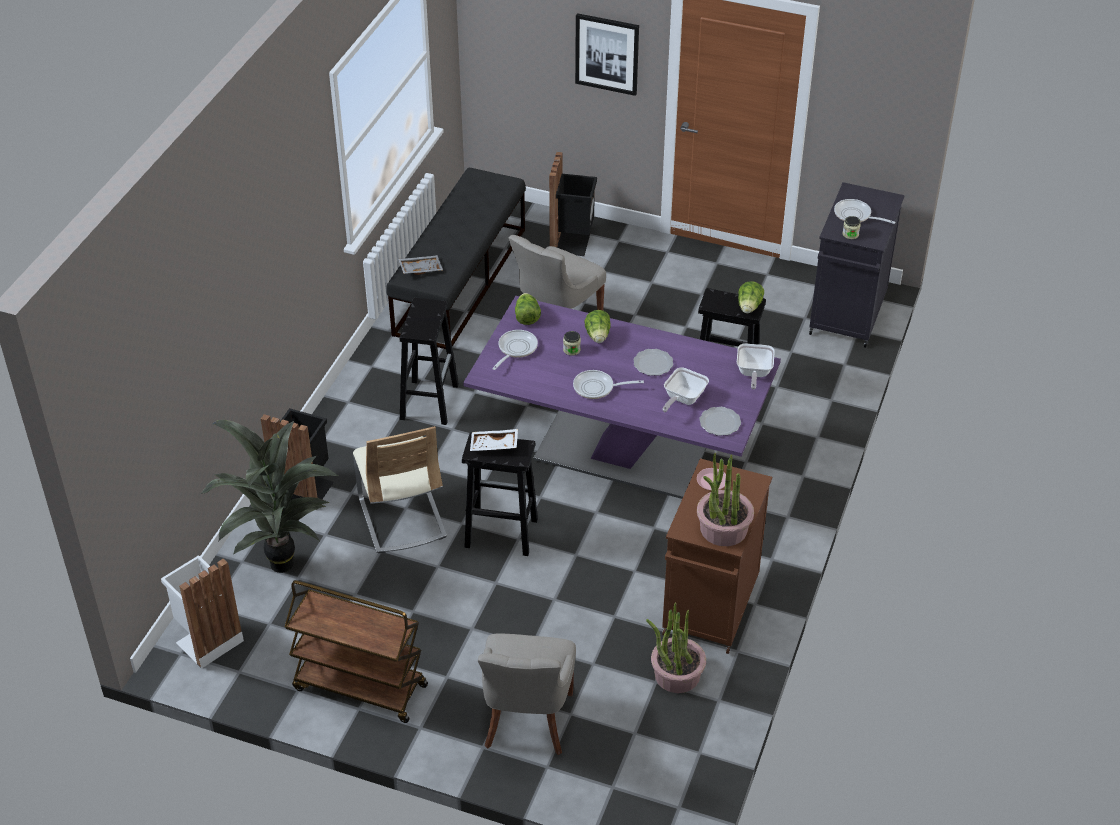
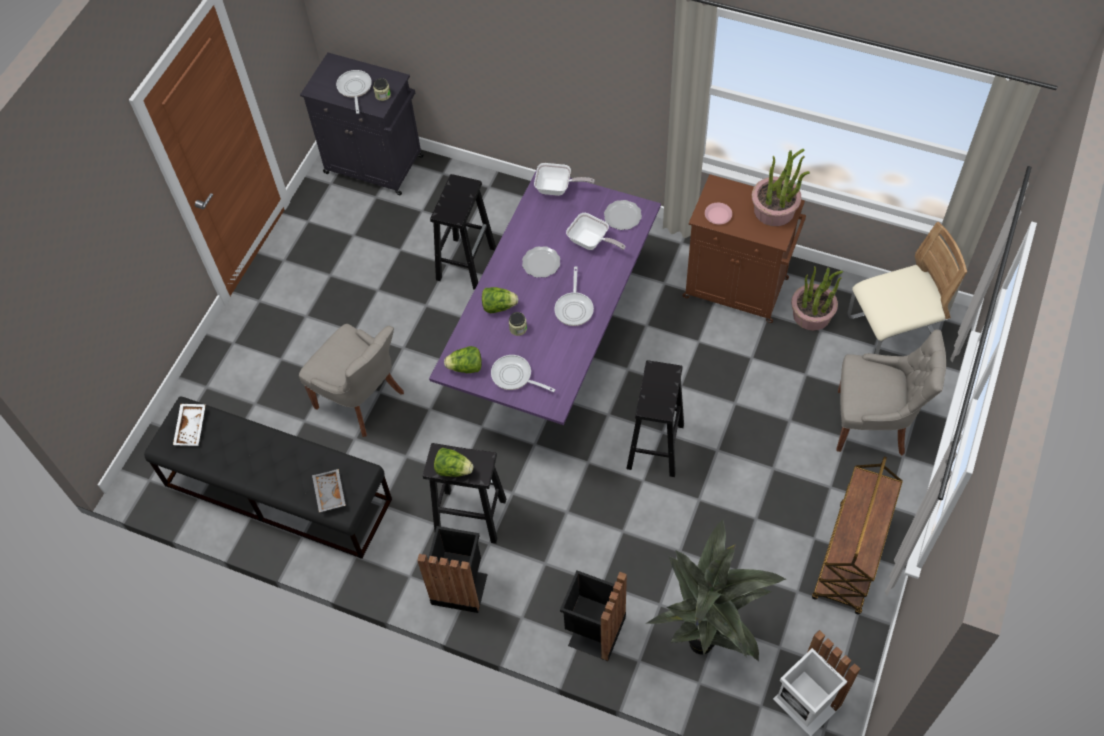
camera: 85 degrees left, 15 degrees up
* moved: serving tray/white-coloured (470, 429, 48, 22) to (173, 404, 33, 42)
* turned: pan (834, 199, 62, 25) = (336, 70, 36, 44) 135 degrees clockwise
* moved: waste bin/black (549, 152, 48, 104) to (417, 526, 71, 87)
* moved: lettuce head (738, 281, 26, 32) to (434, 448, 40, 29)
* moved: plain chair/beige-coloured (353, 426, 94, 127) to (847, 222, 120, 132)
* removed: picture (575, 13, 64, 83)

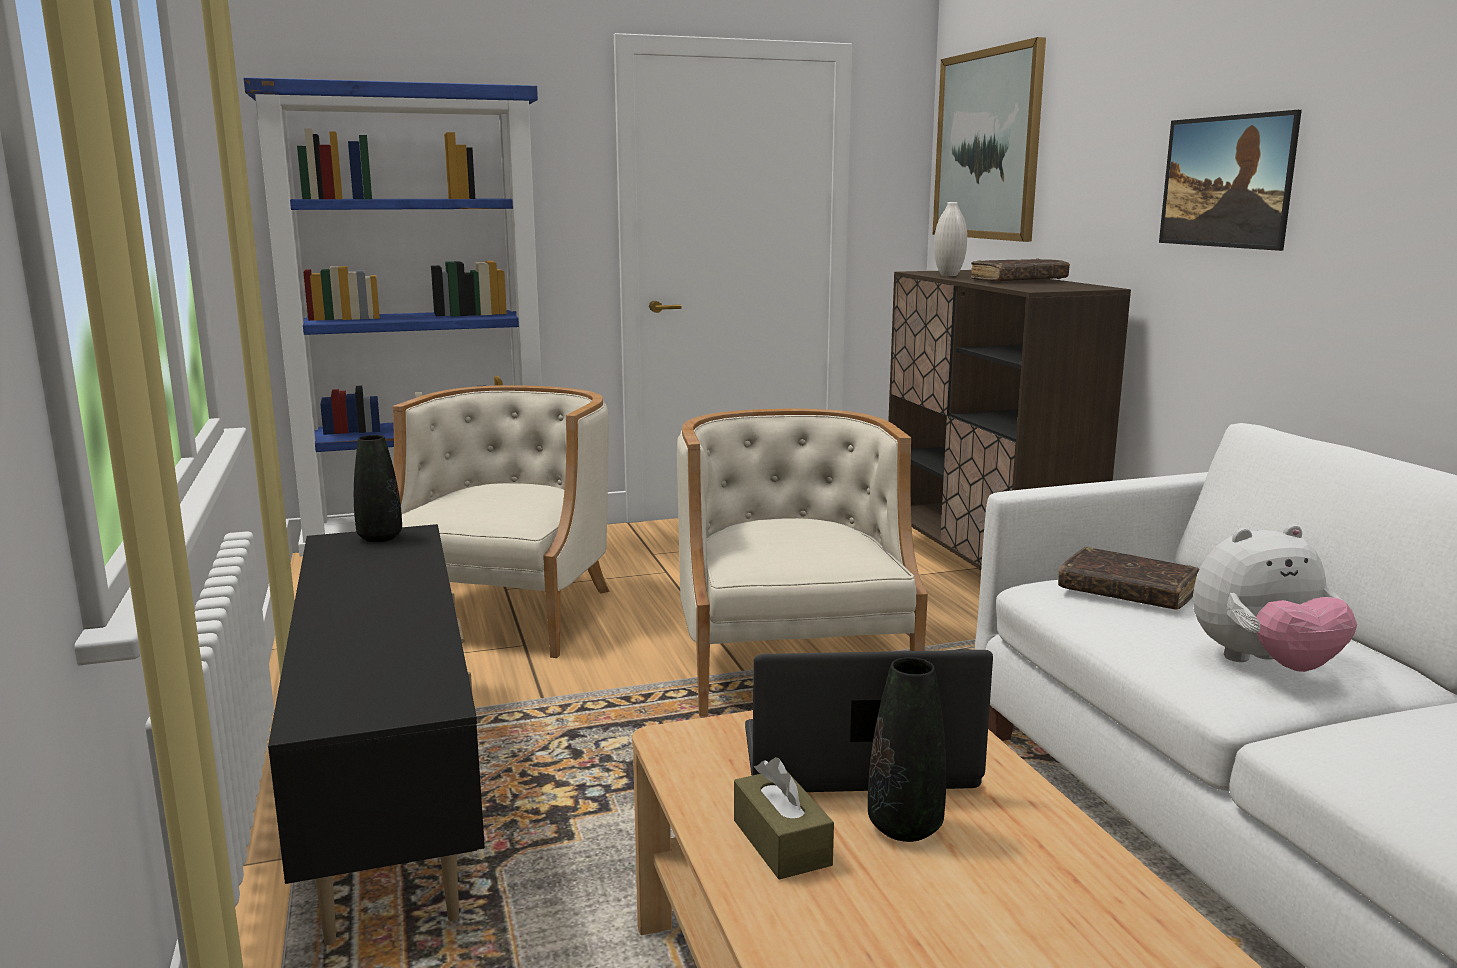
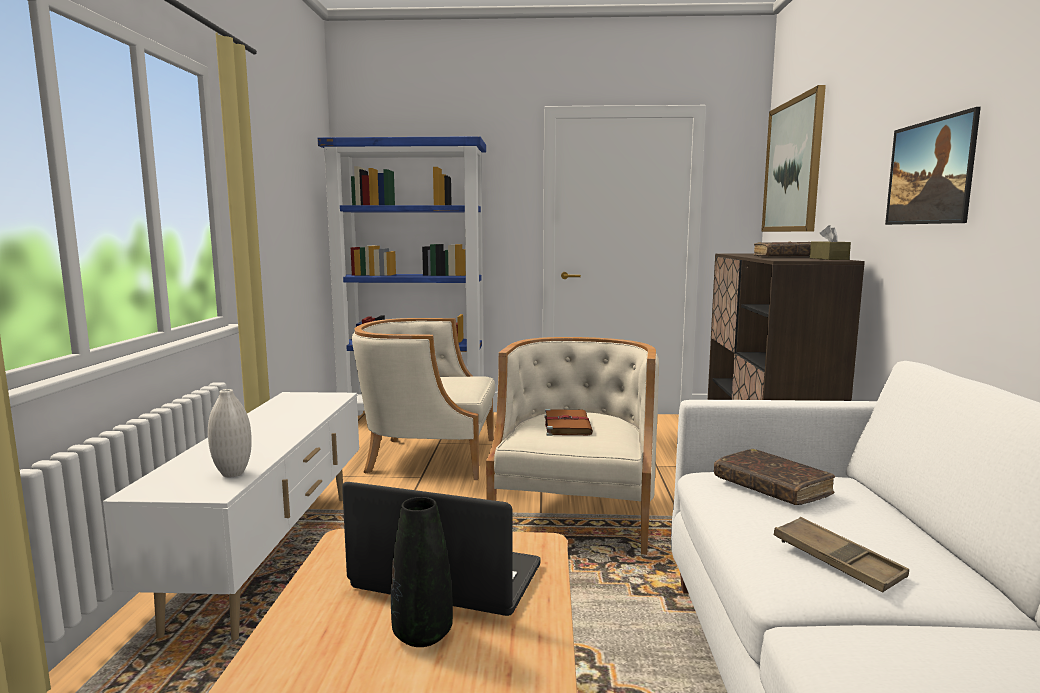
camera: 20 degrees right, 5 degrees down
* recoloured: tv stand/black (268, 524, 217, 421) to tv stand/white-coloured (103, 392, 256, 248)
* moved: flower vase/white-coloured (934, 202, 33, 74) to (208, 389, 44, 88)
* turned: easy chair/beige-coloured (393, 385, 217, 273) = (352, 318, 143, 162) 120 degrees counterclockwise
* added: bound book/brown (544, 409, 49, 27)
* replaced: cuddly toy (1193, 524, 164, 148) to serving tray/brown (774, 517, 135, 75)
* moved: tissue holder/brown (734, 757, 100, 123) to (810, 225, 41, 35)
* removed: flower vase/black (354, 435, 48, 107)

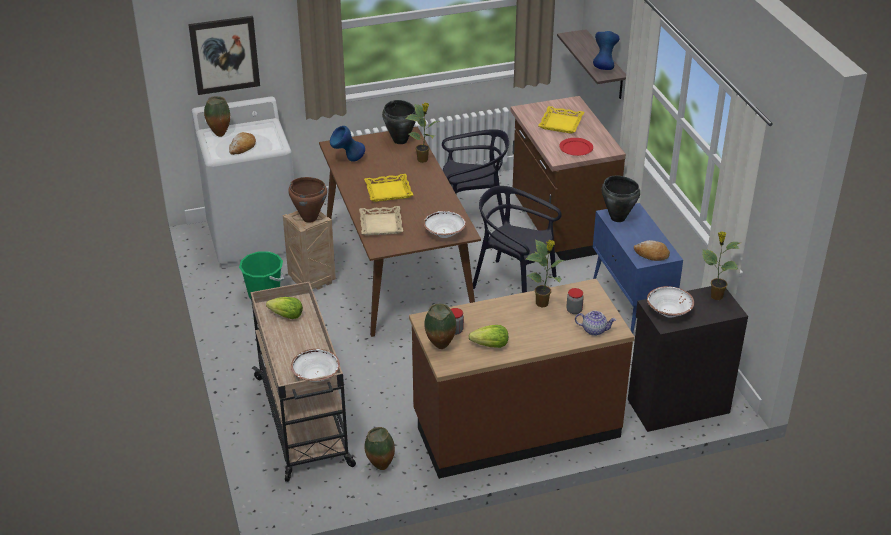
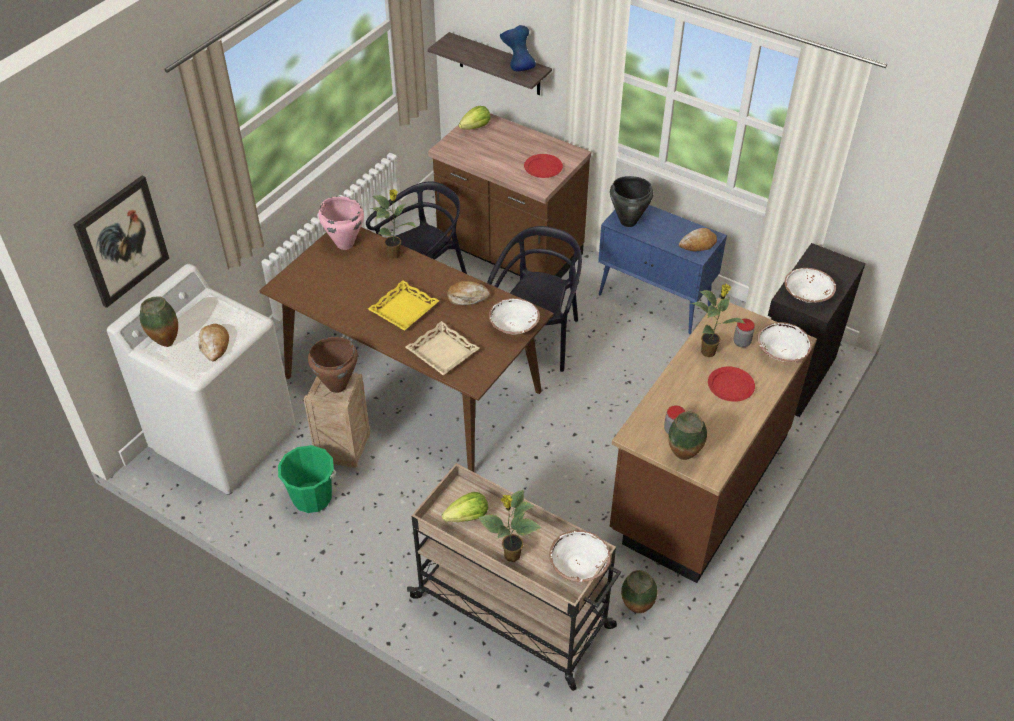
camera: 40 degrees left, 10 degrees up
* recoloured: stockpot/black (382, 100, 34, 44) to stockpot/pink-coloured (318, 196, 46, 54)
* added: bakery bread (447, 281, 43, 24)
* moved: lettuce head (468, 325, 40, 23) to (459, 106, 31, 24)
* moved: potted plant (702, 232, 38, 68) to (478, 489, 64, 73)
* turned: plain chair/black (473, 186, 89, 107) = (487, 226, 95, 146) 120 degrees clockwise
* added: plate/reddish (708, 366, 47, 36)
* replaced: tea pot (575, 311, 41, 25) to deep dish/white-coloured (757, 322, 55, 40)
* removed: flower vase/bluish (330, 126, 35, 36)
* removed: serving tray/yellow (538, 106, 46, 28)

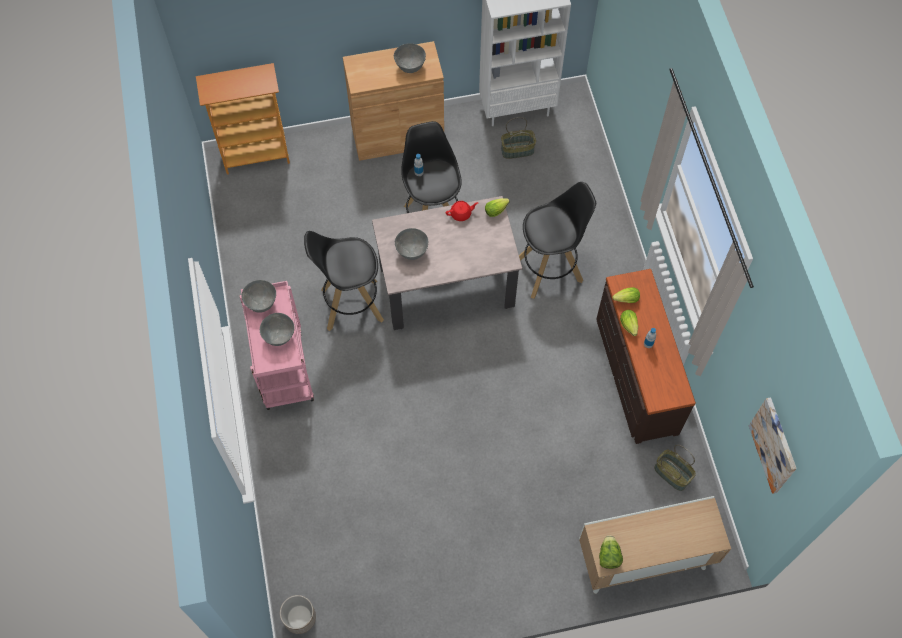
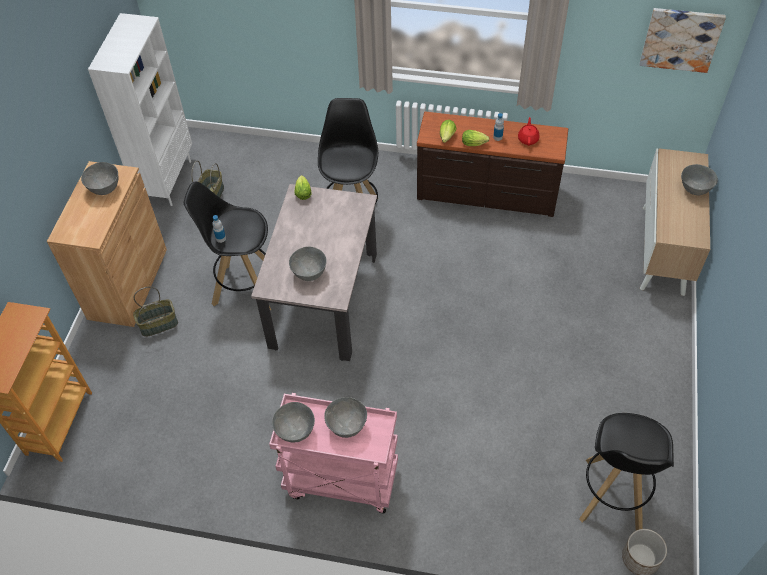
camera: 65 degrees left, 10 degrees down
* moved: household basket (654, 444, 42, 47) to (133, 287, 45, 50)
* moved: tea pot/reddish (446, 201, 32, 20) to (518, 117, 22, 29)
* moved: stool/black (304, 231, 80, 100) to (579, 413, 95, 117)
* added: deep dish/grey (681, 164, 37, 31)
* removed: lettuce head (599, 536, 24, 33)

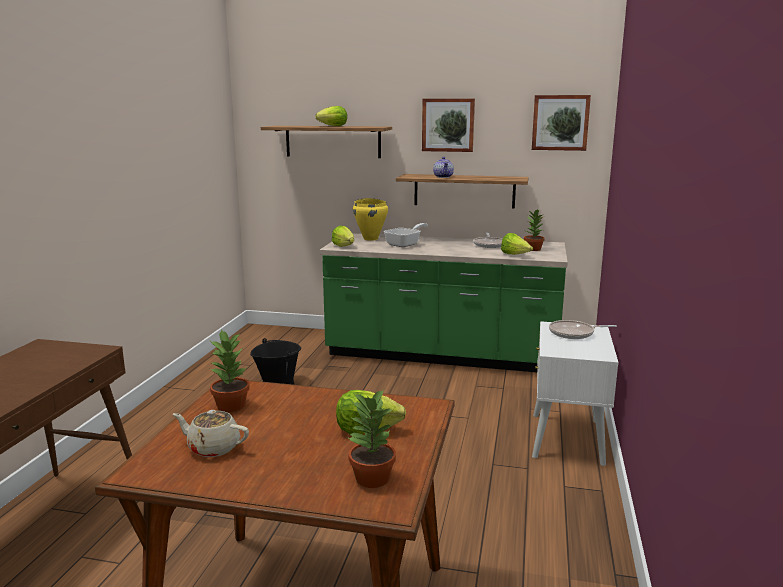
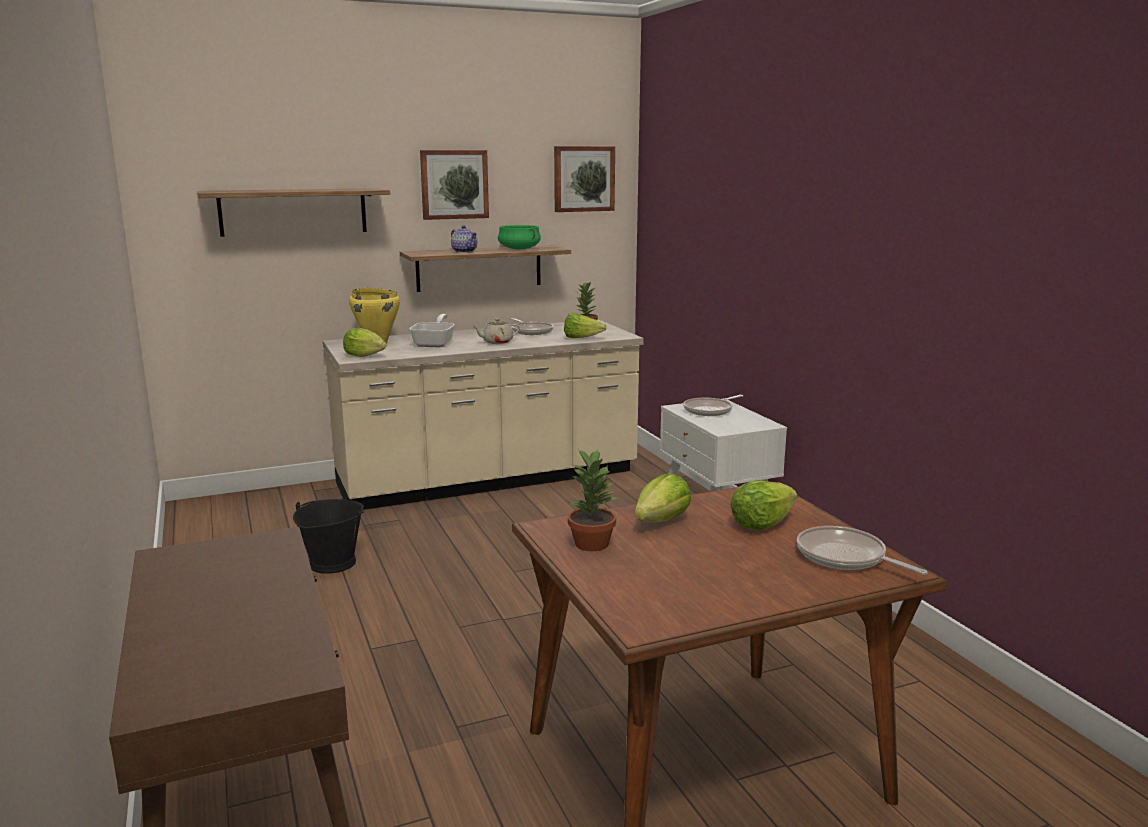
camera: 35 degrees left, 0 degrees up
* recoloured: kitchen counter/green-coloured (320, 233, 248, 139) to kitchen counter/beige-coloured (323, 320, 321, 190)
* moved: tea pot/beige-coloured (173, 410, 76, 47) to (472, 318, 48, 26)
* added: stockpot/green-coloured (498, 225, 43, 24)
* moved: lettuce head (316, 106, 31, 20) to (635, 473, 56, 50)
* replaced: potted plant (347, 389, 49, 99) to pan (797, 526, 131, 49)

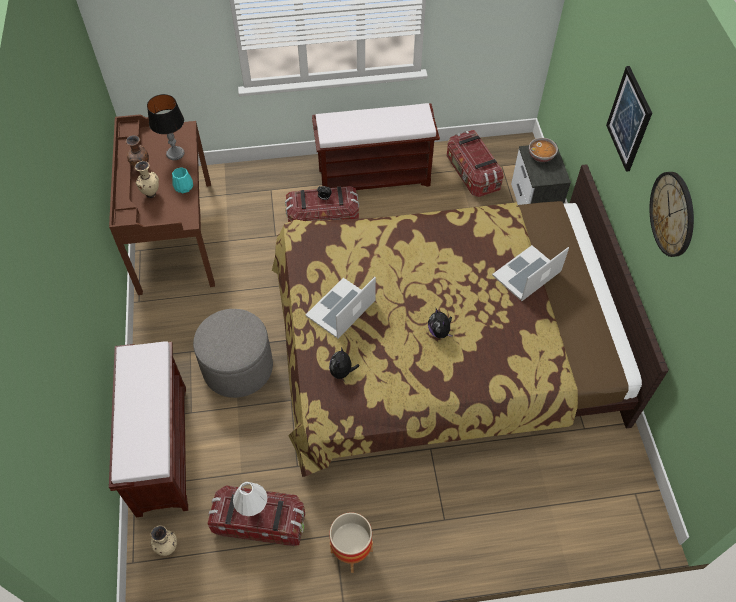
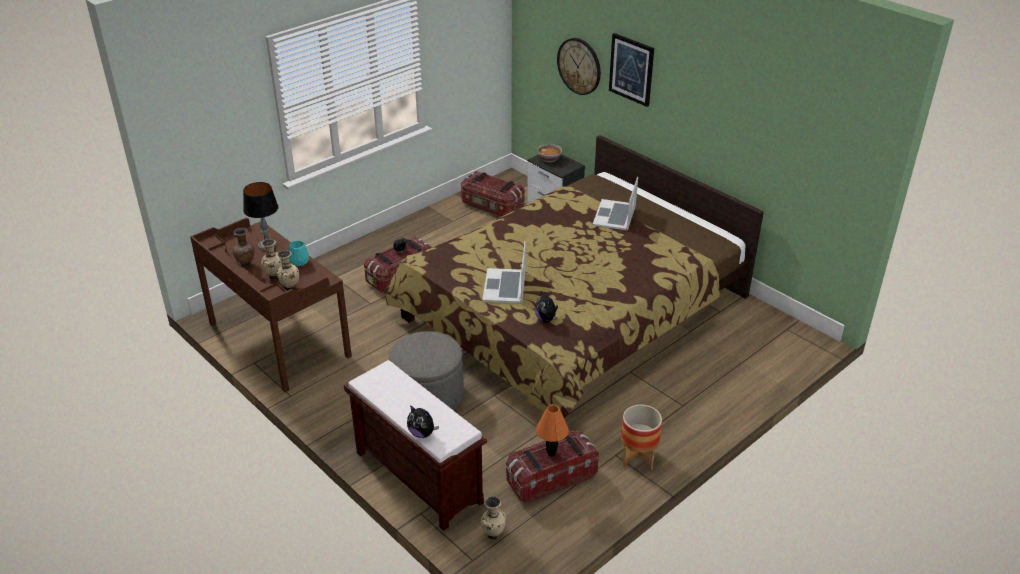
camera: 35 degrees left, 20 degrees down
* added: flower vase/beige-coloured (277, 250, 22, 41)
* moved: cuddly toy (428, 309, 25, 29) to (407, 405, 32, 33)
* recoloured: tabletop lamp/white-coloured (233, 482, 35, 34) to tabletop lamp/orangey (536, 404, 33, 53)
* moved: hanging clock (649, 172, 45, 85) to (557, 38, 44, 57)
* removed: long seat/brown (312, 103, 128, 87)

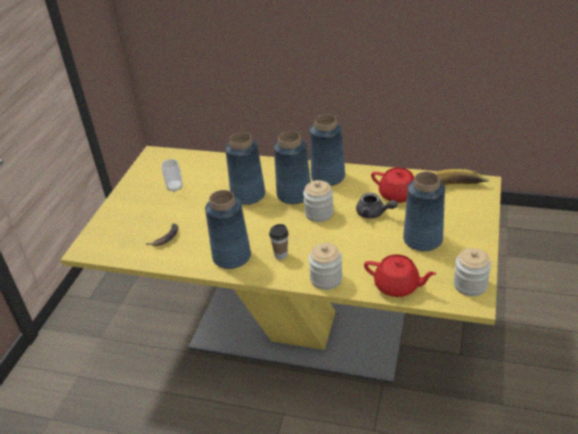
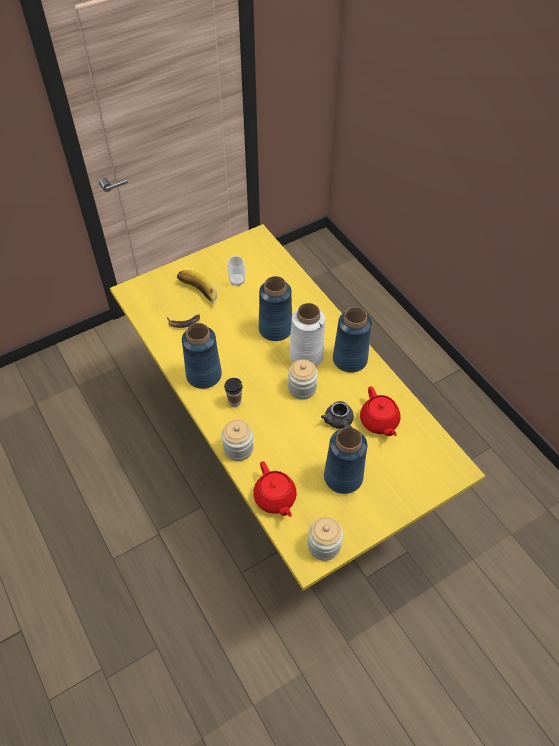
camera: 40 degrees right, 15 degrees up
* moved: banana fruit (435, 169, 55, 16) to (177, 270, 40, 34)
* recoloured: flower vase/bluish (274, 131, 37, 73) to flower vase/white-coloured (289, 303, 36, 64)

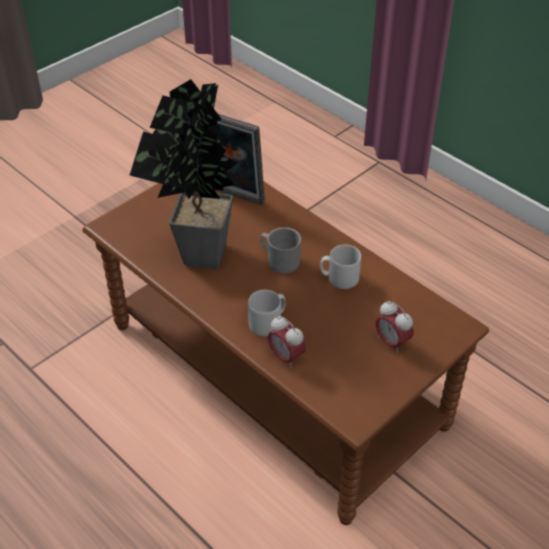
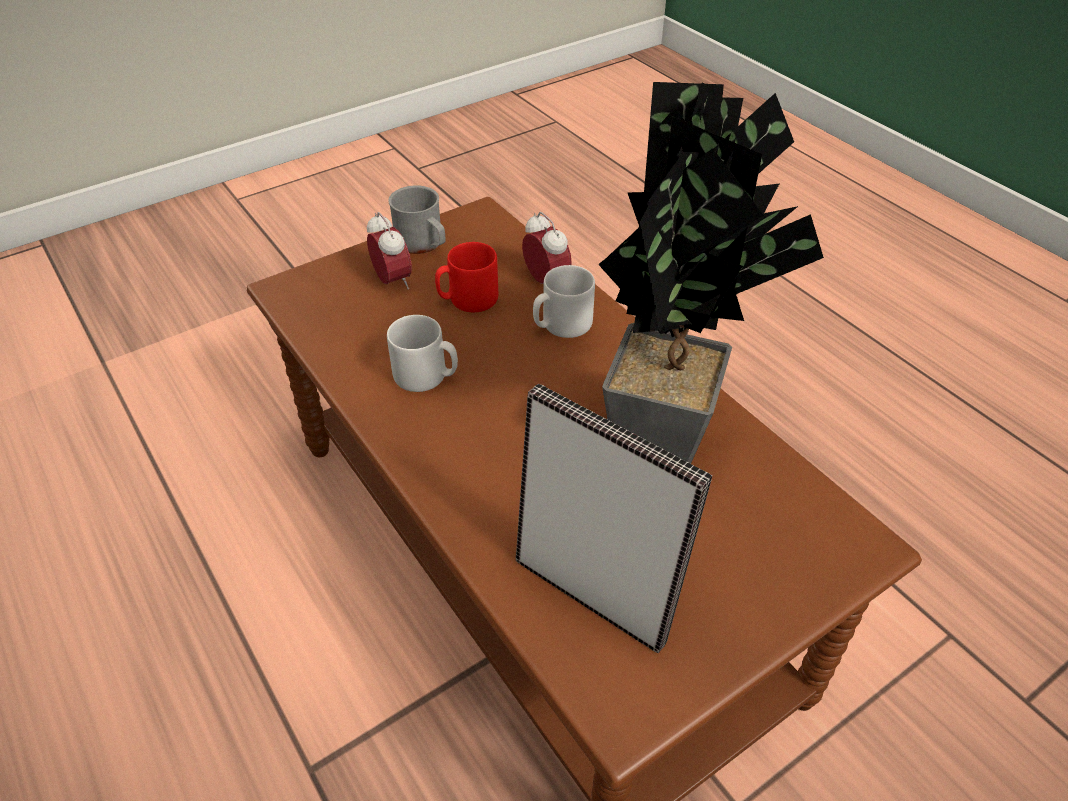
camera: 170 degrees left, 0 degrees up
* moved: tea mug/grey (260, 227, 41, 47) to (388, 185, 58, 69)
* added: tea mug/reddish (435, 242, 63, 70)

